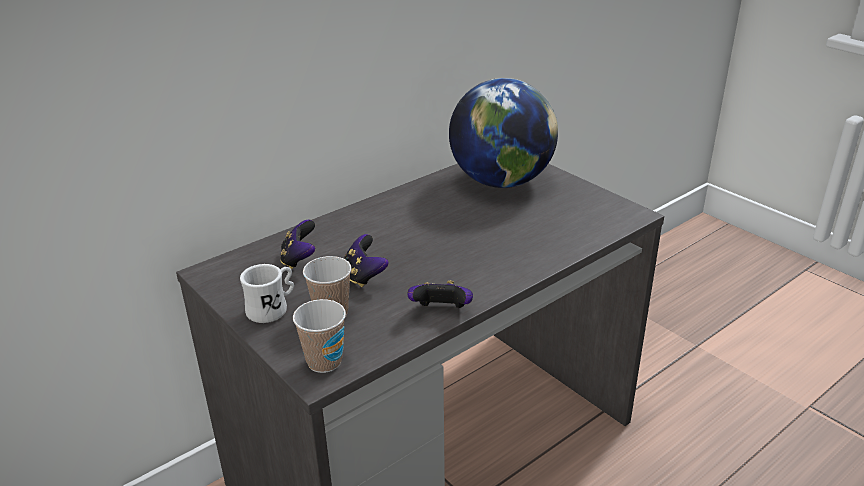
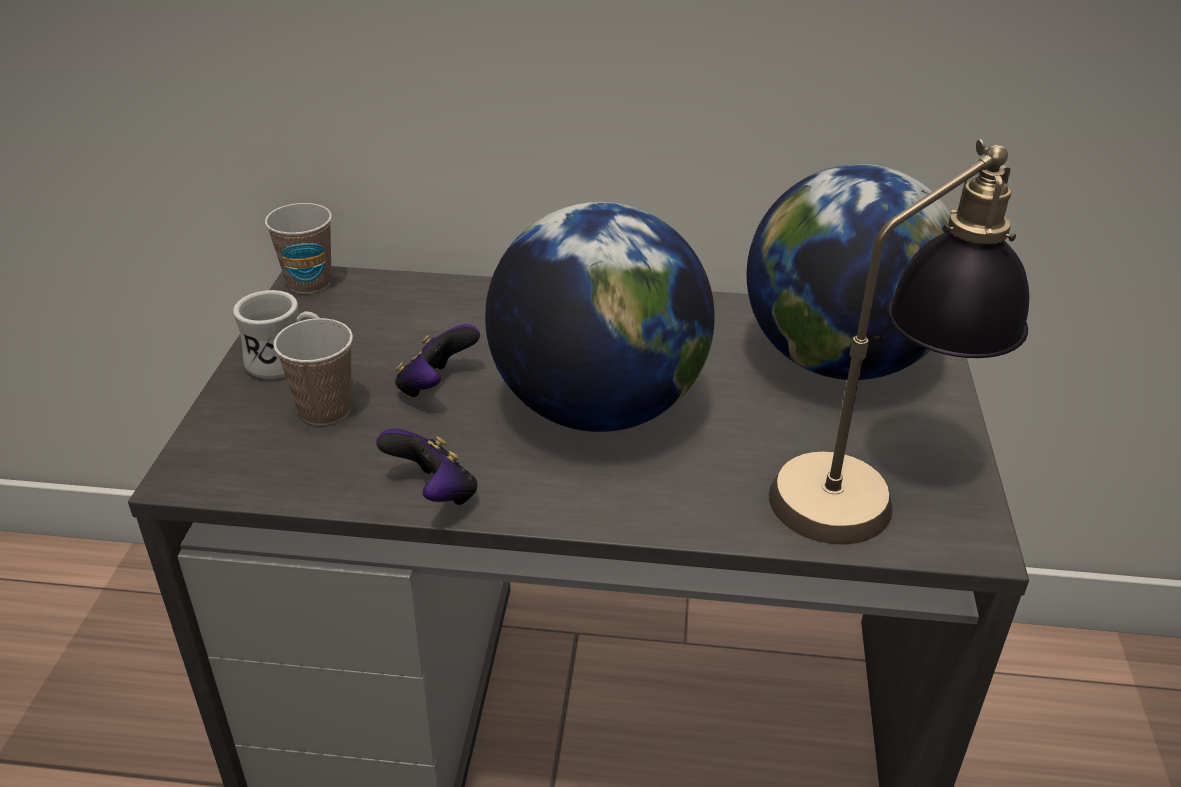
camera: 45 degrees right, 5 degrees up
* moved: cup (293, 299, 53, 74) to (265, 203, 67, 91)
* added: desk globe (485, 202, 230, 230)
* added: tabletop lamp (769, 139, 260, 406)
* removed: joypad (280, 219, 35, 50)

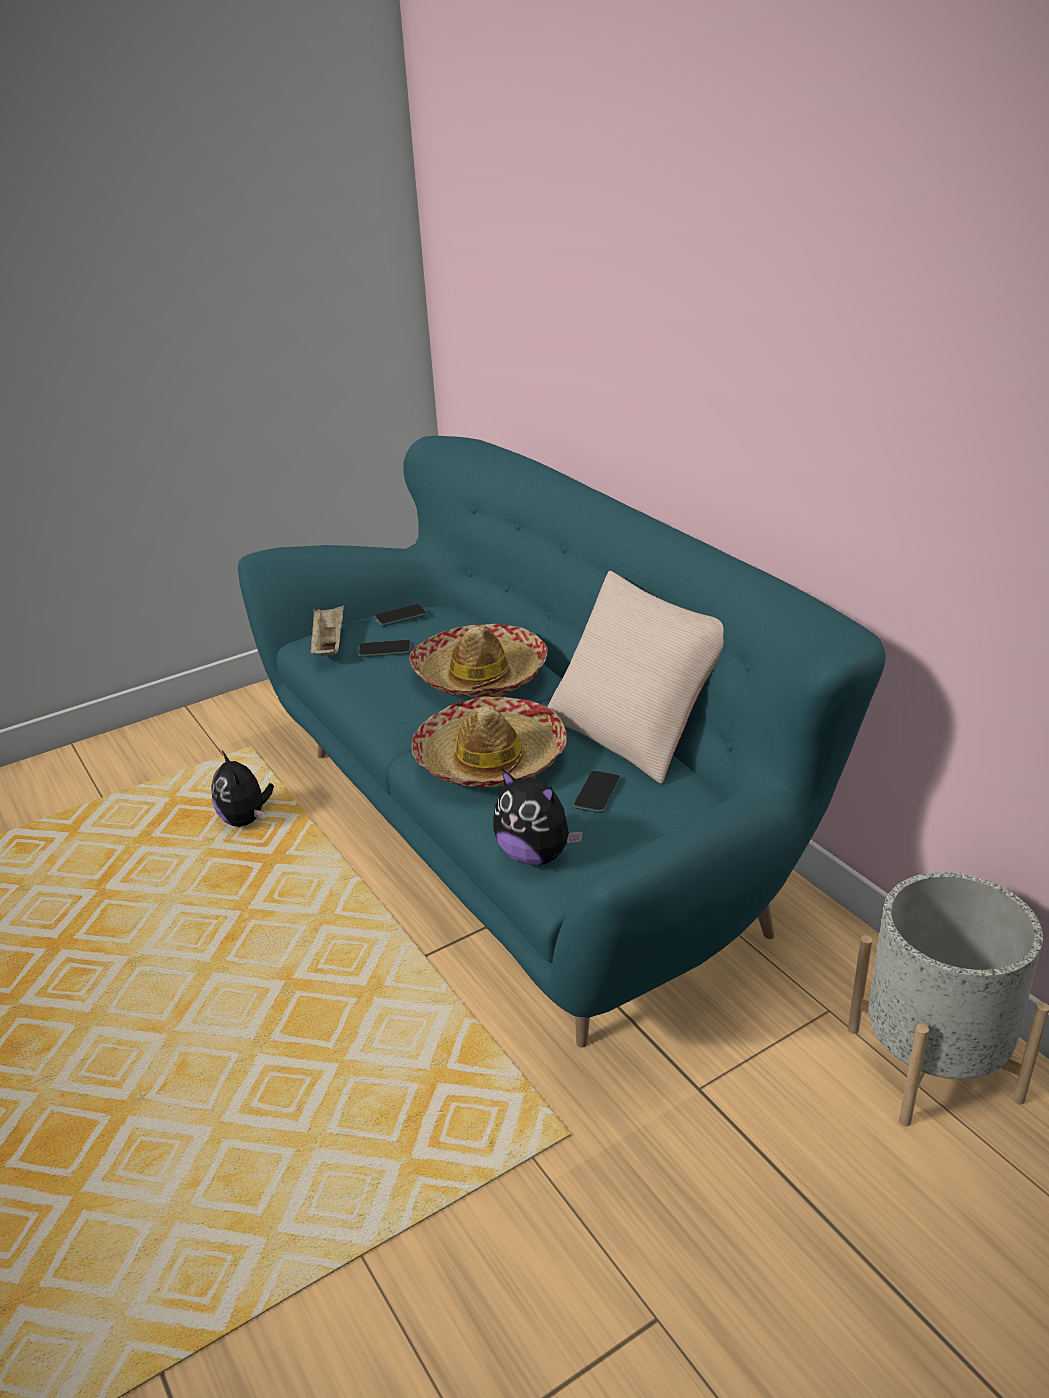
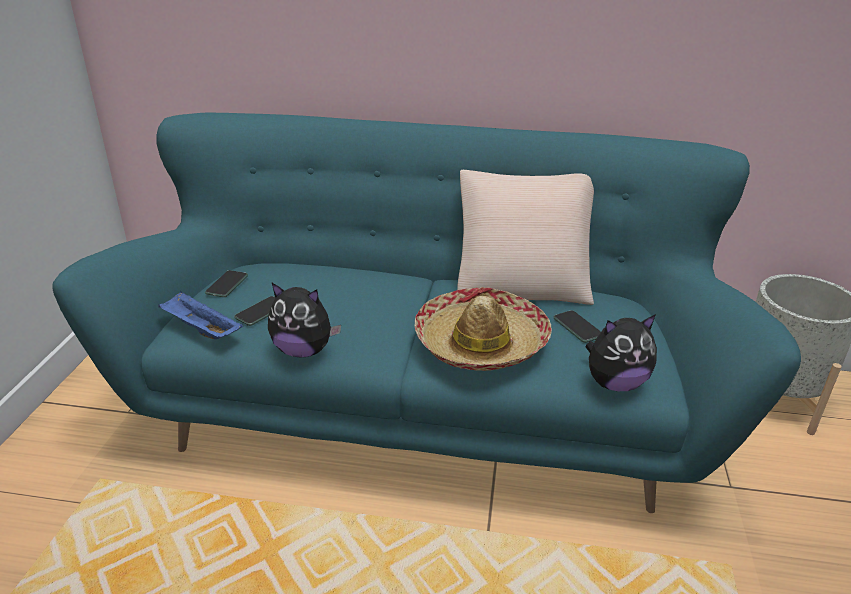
camera: 50 degrees left, 0 degrees up
* recoloured: serving tray/beige-coloured (310, 605, 34, 51) to serving tray/bluish (158, 291, 85, 48)
* moved: cuddly toy (211, 751, 63, 76) to (268, 283, 73, 75)
* removed: hat (410, 624, 138, 73)

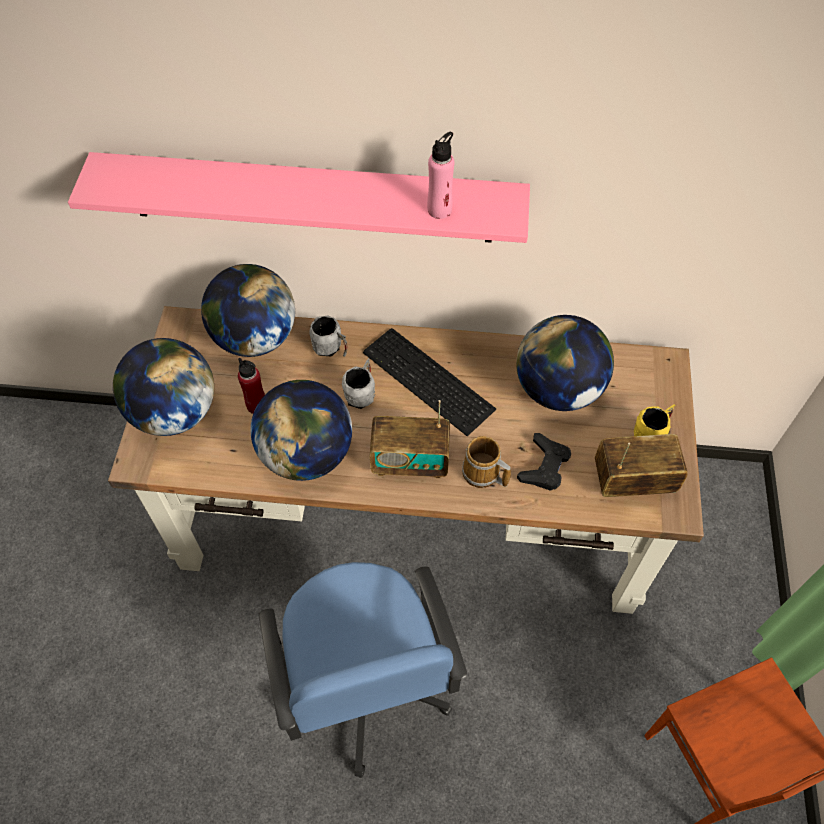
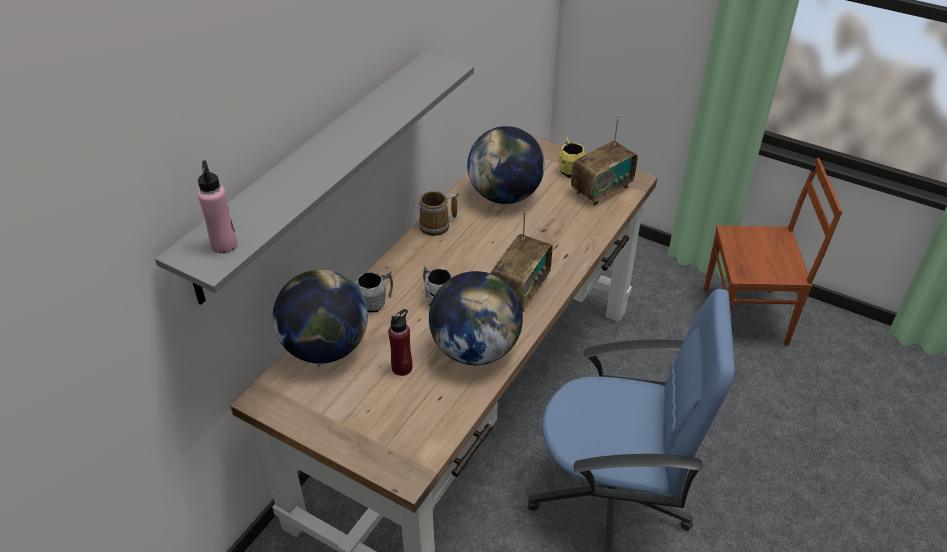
camera: 65 degrees left, 15 degrees down
* recoloured: bracket shelf/pink-coloured (68, 152, 462, 91) to bracket shelf/grey (155, 52, 319, 253)
* moved: beverage bottle/pink-coloured (427, 132, 27, 87) to (197, 160, 40, 94)
* moved: tea mug (462, 436, 49, 52) to (419, 191, 38, 45)
* turned: radio set (595, 434, 92, 63) = (571, 116, 67, 90) 150 degrees counterclockwise
* removed: desk globe (113, 338, 101, 98)
* removed: computer keyboard (363, 328, 133, 108)
* removed: joypad/black (517, 433, 54, 58)

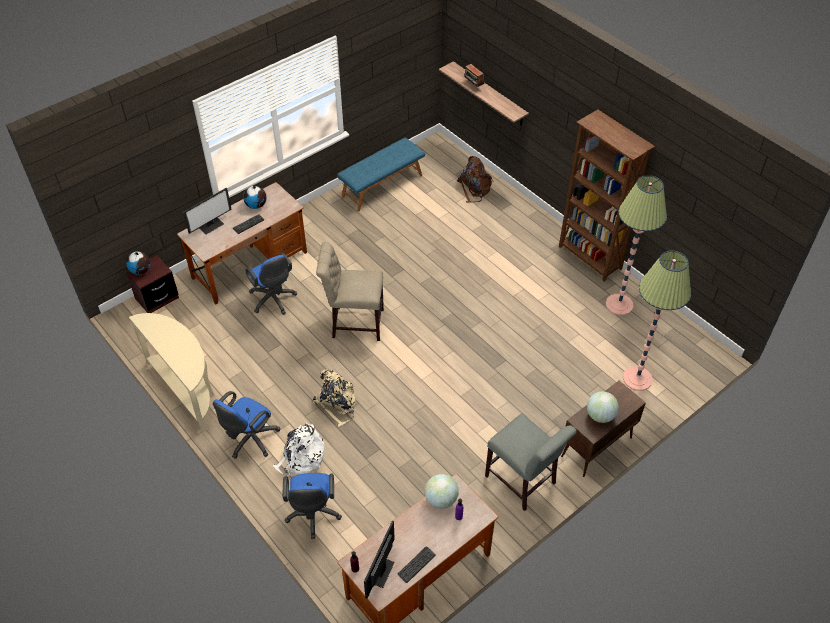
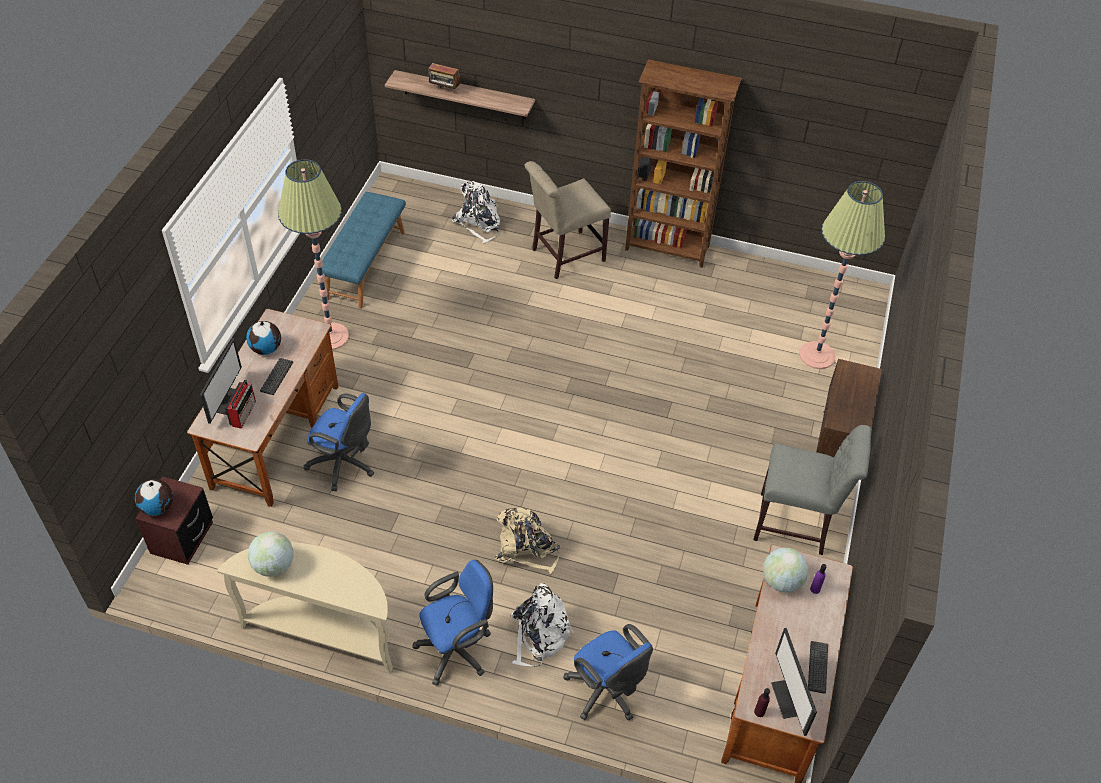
camera: 35 degrees left, 0 degrees up
* added: radio set (225, 379, 31, 50)
* moved: desk globe (587, 391, 32, 32) to (248, 531, 45, 46)
* moved: standing lamp (606, 175, 61, 140) to (278, 159, 71, 191)
* turned: computer chair/bluish (213, 391, 67, 68) = (412, 560, 81, 126) 120 degrees counterclockwise
* recoloured: backpack/brown (457, 156, 37, 47) to backpack/white-coloured (452, 181, 48, 62)
* moved: plain chair/beige-coloured (316, 242, 68, 99) to (525, 161, 86, 118)

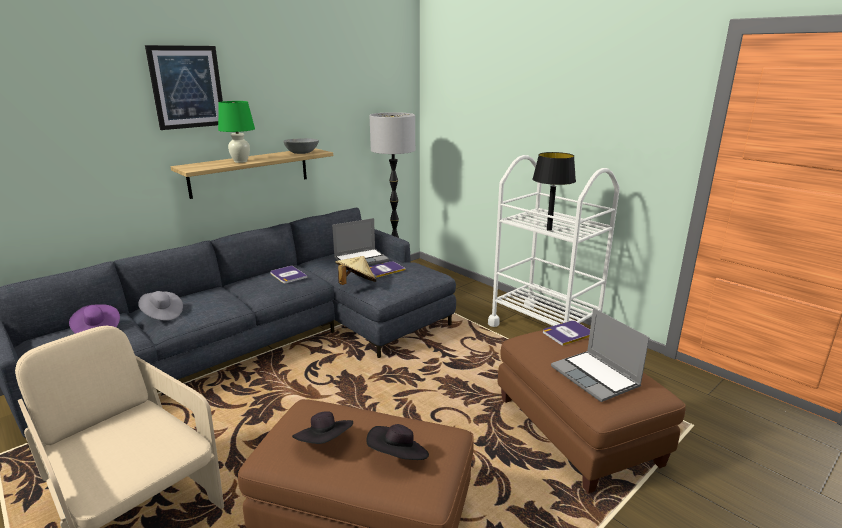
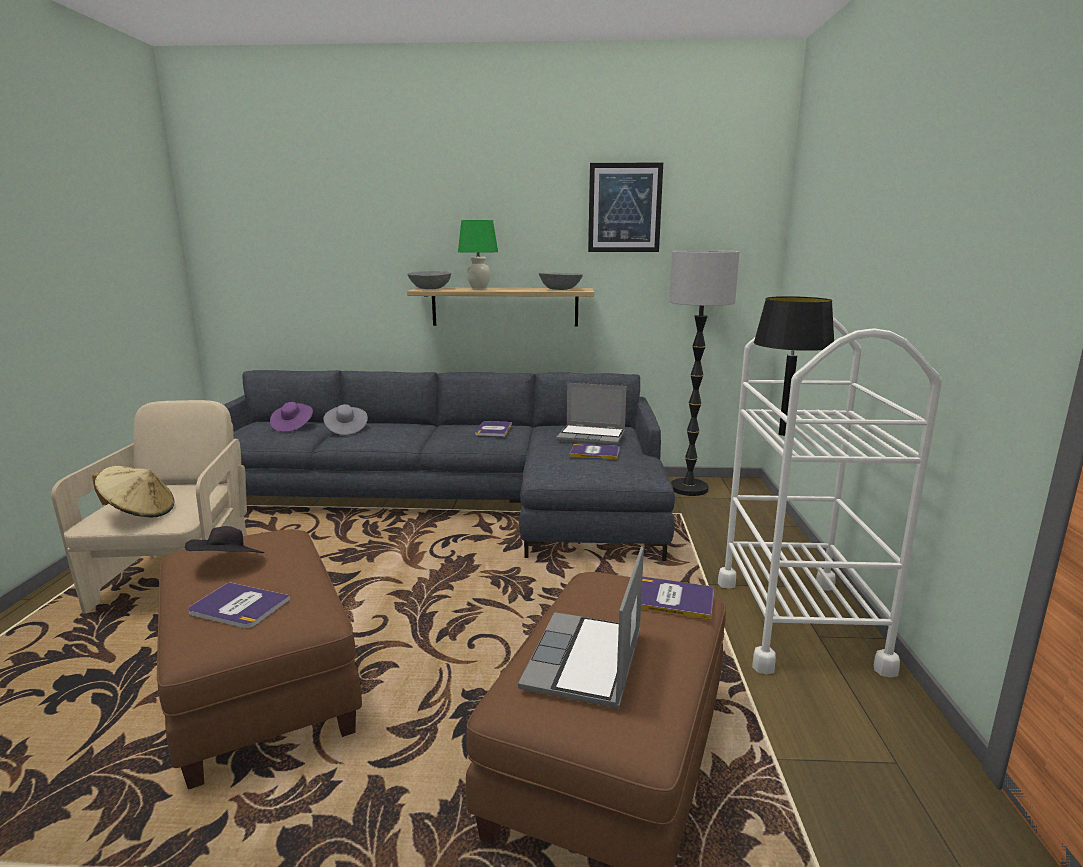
camera: 45 degrees right, 5 degrees down
* moved: hat/beige-coloured (335, 256, 42, 29) to (92, 466, 82, 51)
* replaced: hat/black (366, 424, 63, 36) to bound book (188, 582, 102, 46)
* added: deep dish/grey (407, 271, 44, 18)
* moved: picture (145, 45, 78, 85) to (588, 162, 75, 90)

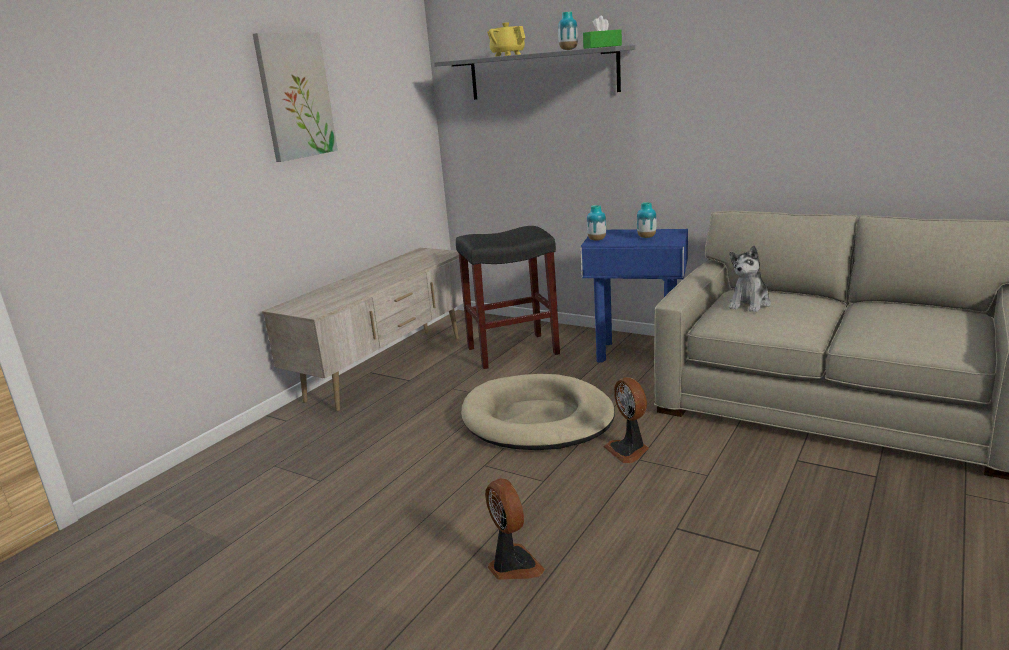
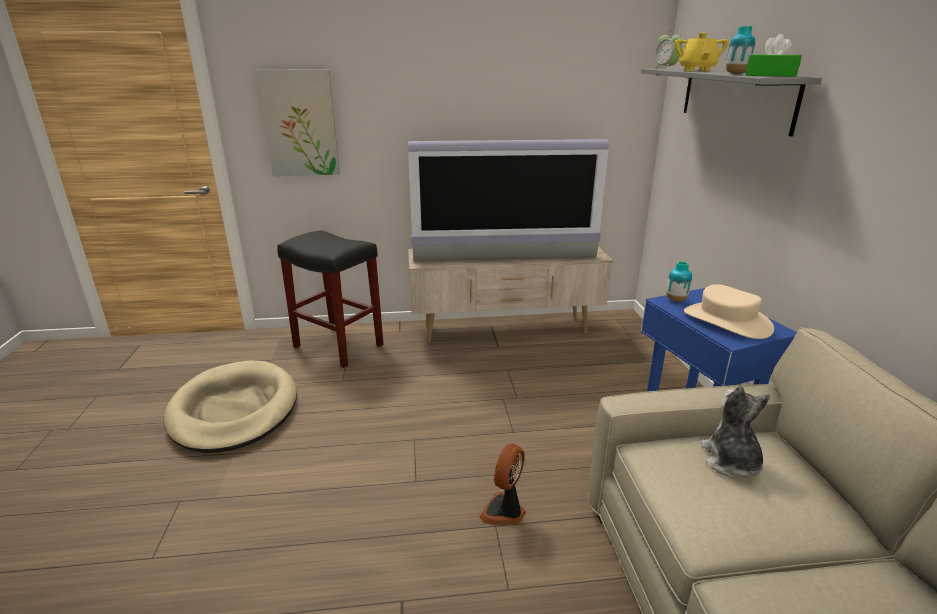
camera: 50 degrees right, 5 degrees up
* moved: pet bed/beige-coloured (461, 374, 154, 76) to (164, 360, 133, 93)
* moved: picture (253, 32, 85, 130) to (257, 69, 83, 107)
* moved: stool/black (456, 226, 104, 143) to (277, 231, 107, 137)
* added: TV set (408, 139, 201, 123)
* added: bedside clock (653, 30, 31, 39)
* replaced: flower vase (637, 202, 20, 36) to hat/beige-coloured (684, 284, 90, 55)
* turned: cuddly toy (729, 246, 42, 66) = (701, 386, 69, 92) 90 degrees clockwise
* removed: electric fan (485, 479, 60, 101)

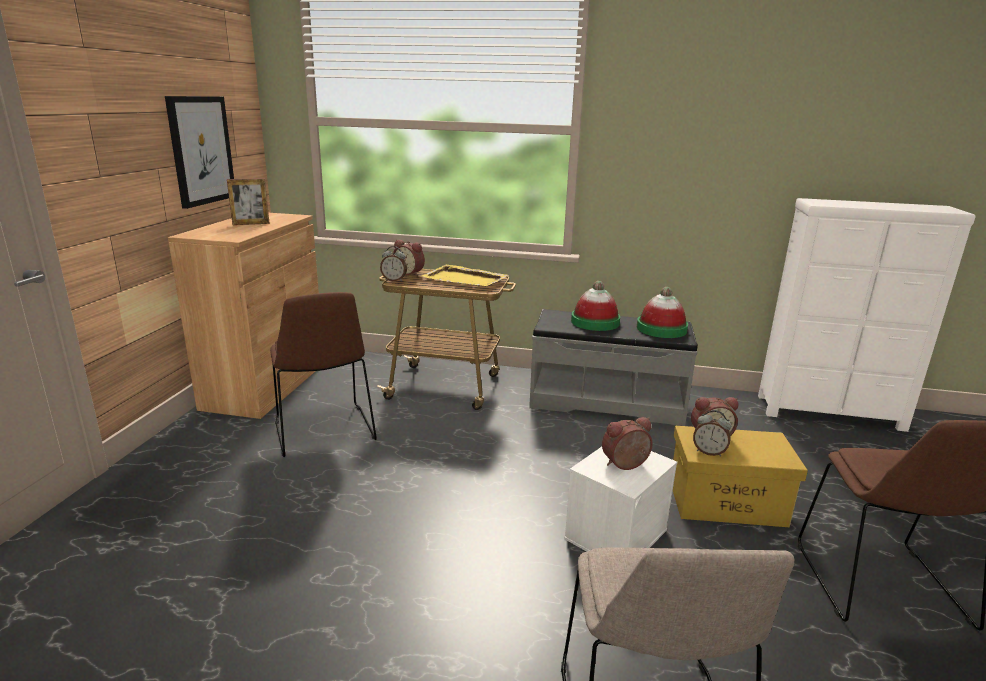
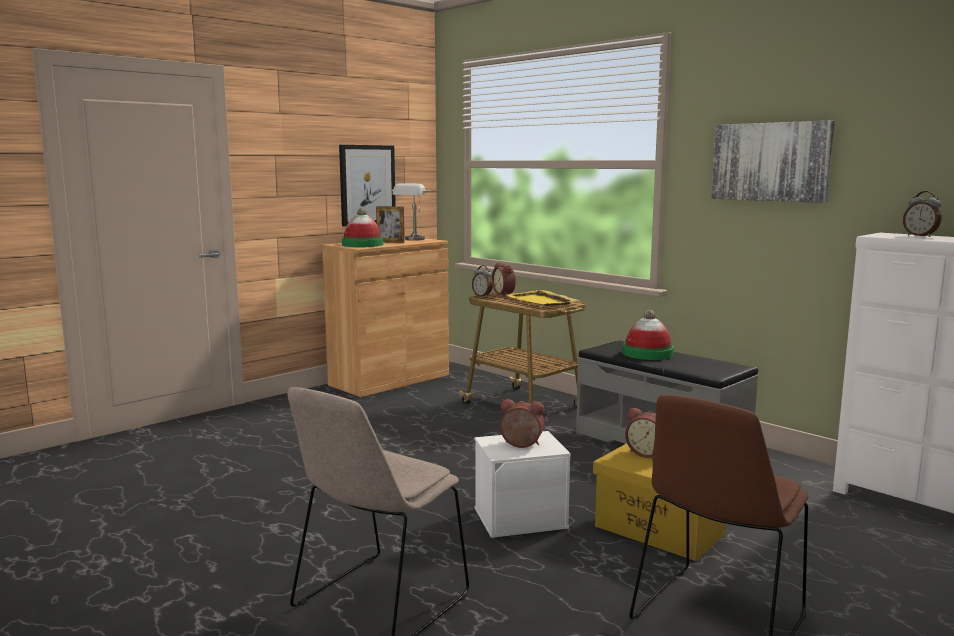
camera: 35 degrees right, 10 degrees down
* moved: hat (637, 287, 51, 51) to (342, 208, 41, 39)
* added: tabletop lamp/grey (391, 183, 39, 58)
* added: picture (711, 120, 124, 83)
* moved: bedside clock (693, 410, 38, 47) to (903, 191, 39, 46)
* removed: plain chair/brown (270, 292, 107, 165)

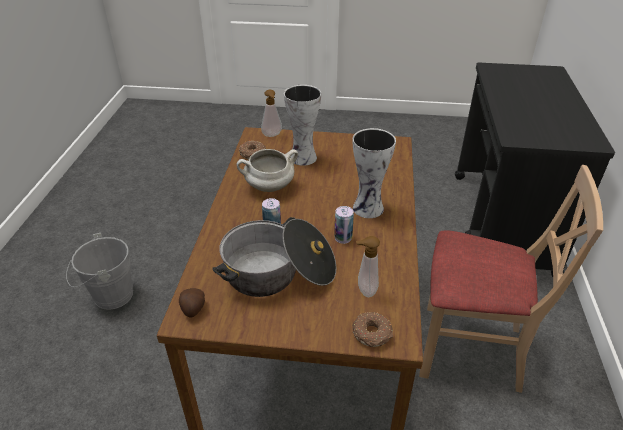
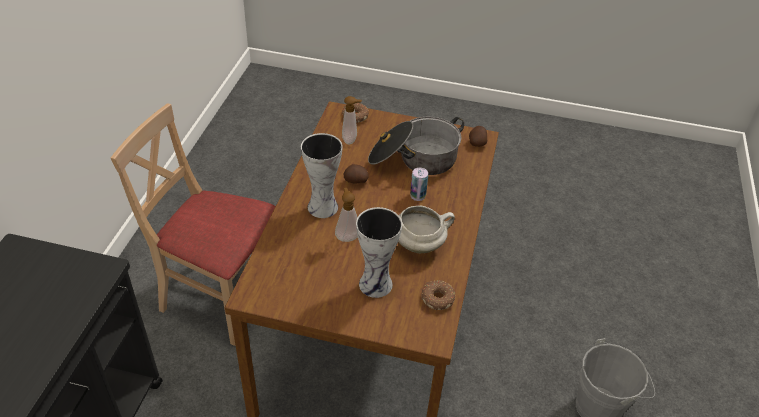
camera: 175 degrees left, 5 degrees up
* moved: soap dispenser (261, 90, 21, 47) to (335, 188, 23, 54)
* replaced: sealed can (334, 206, 20, 38) to potato (344, 164, 25, 20)

